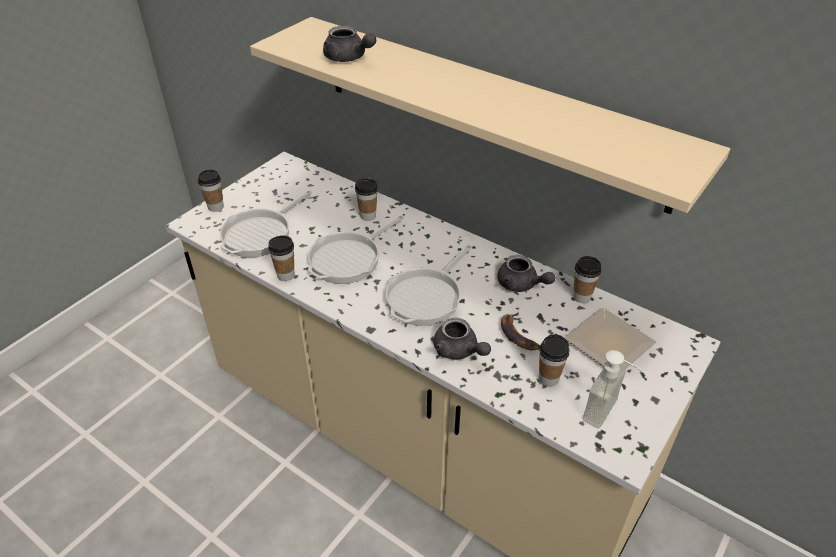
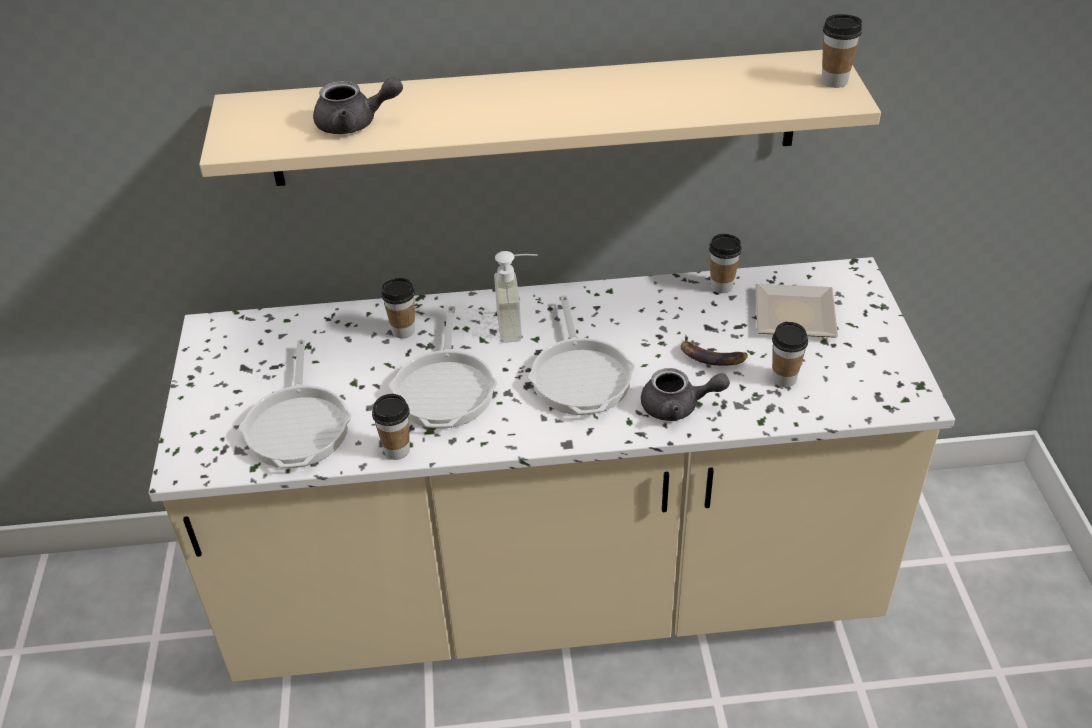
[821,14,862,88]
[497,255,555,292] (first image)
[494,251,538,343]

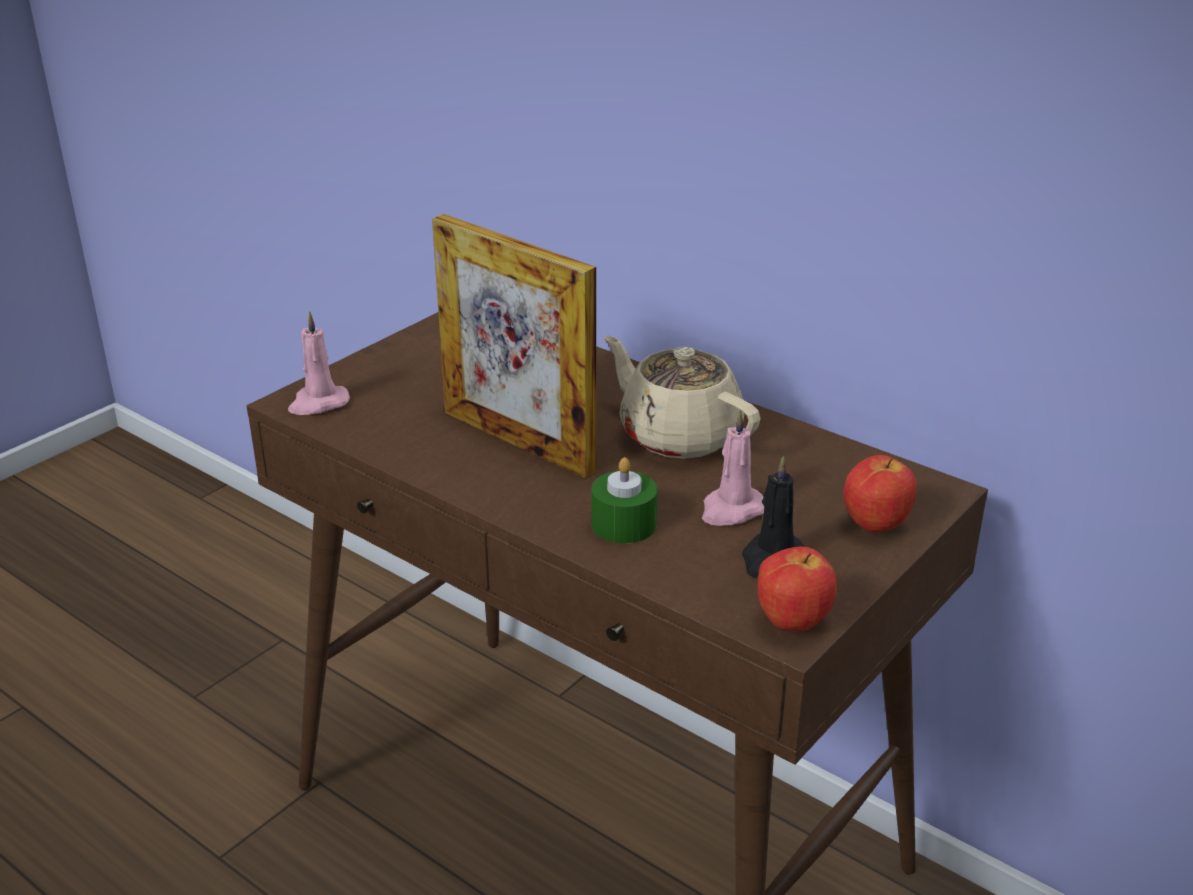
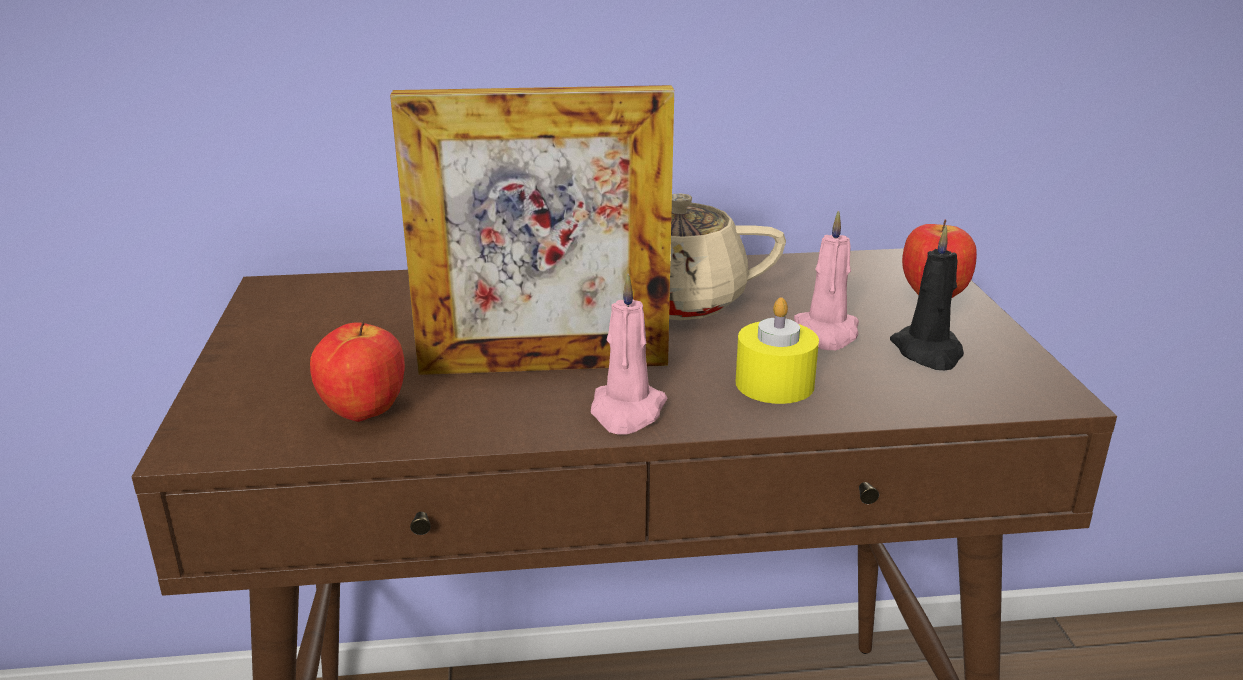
[591,274,668,435]
[735,297,819,404]
[310,321,405,422]

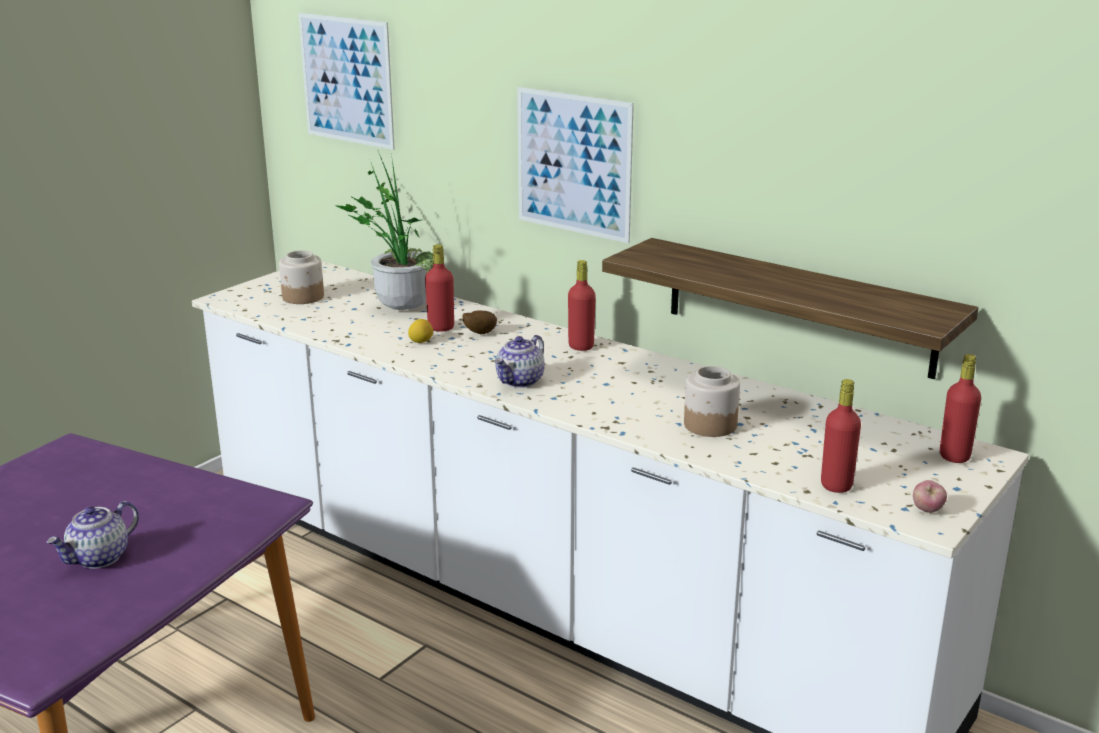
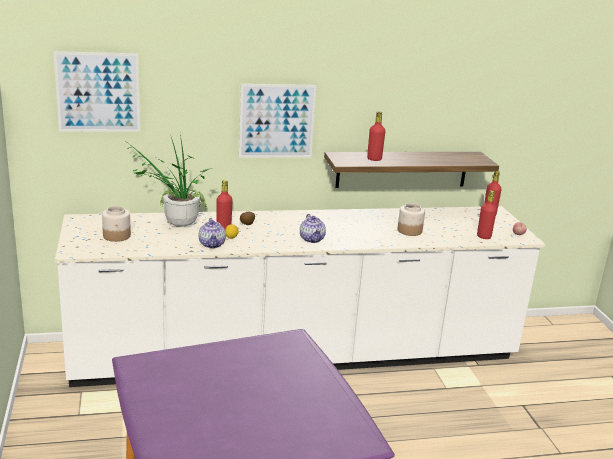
[198,218,226,248]
[367,111,385,161]

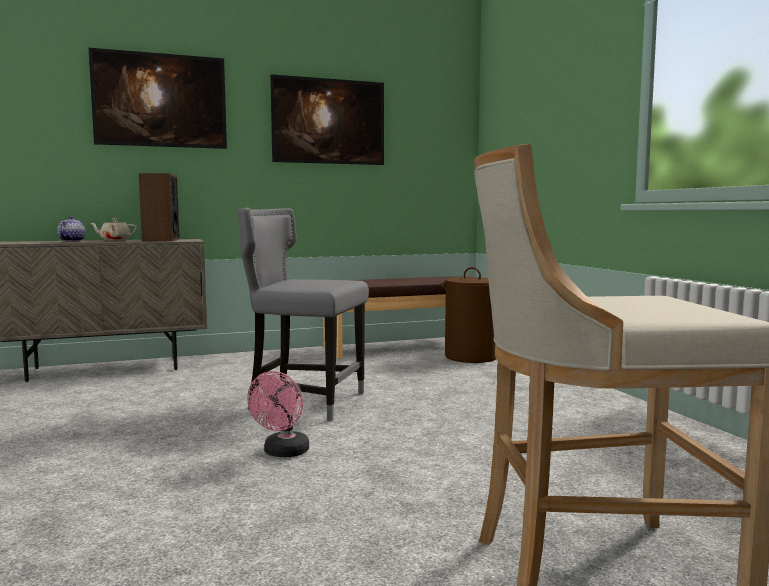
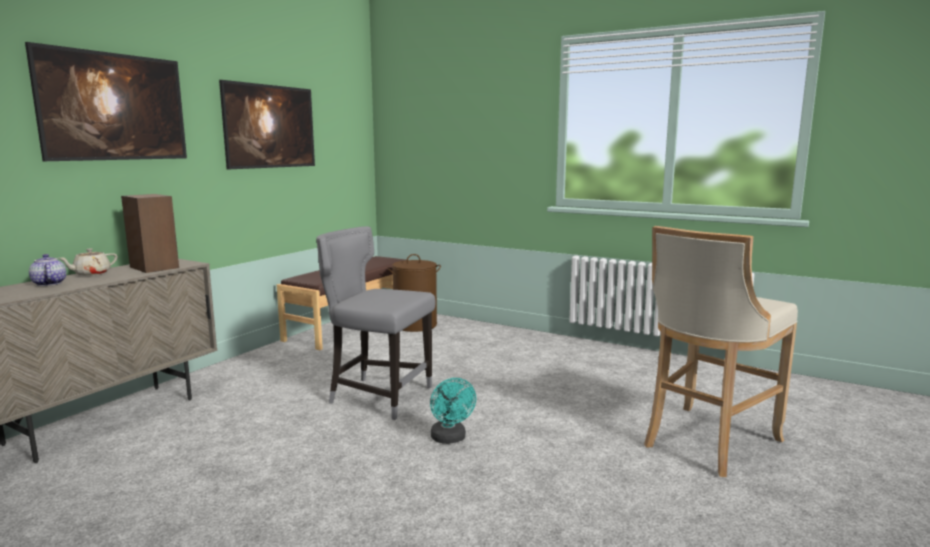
[316,226,436,420]
[430,378,476,444]

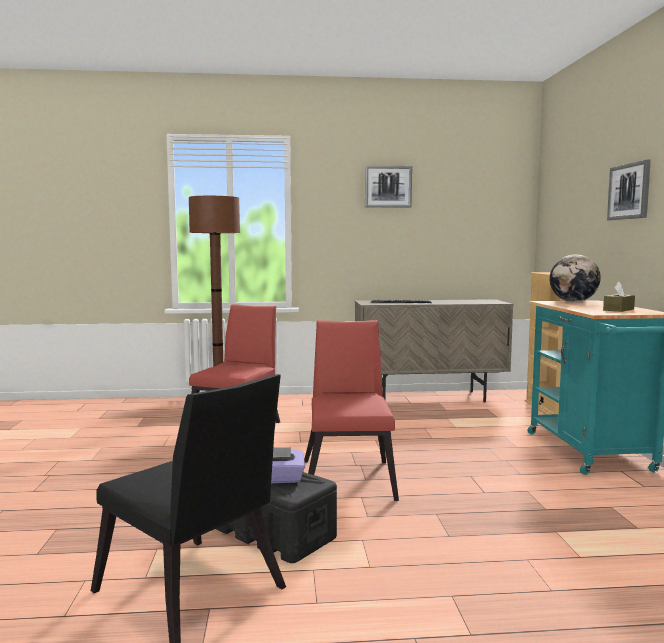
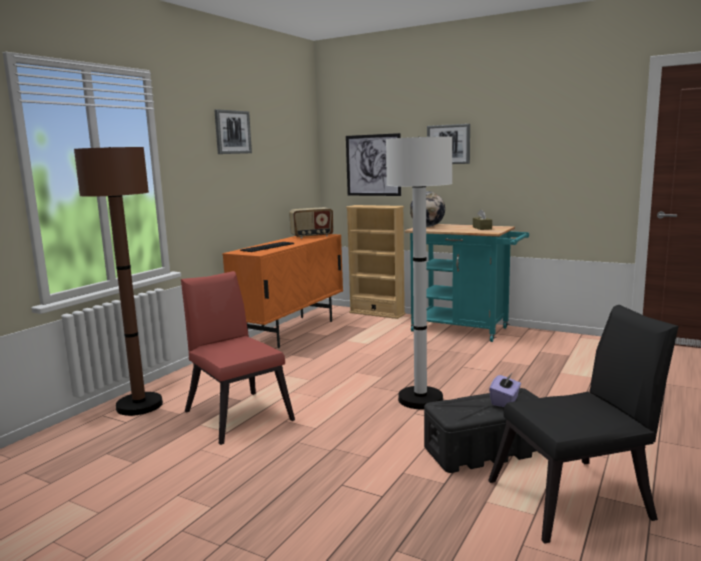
[386,136,452,409]
[222,234,343,348]
[289,207,333,238]
[346,133,401,196]

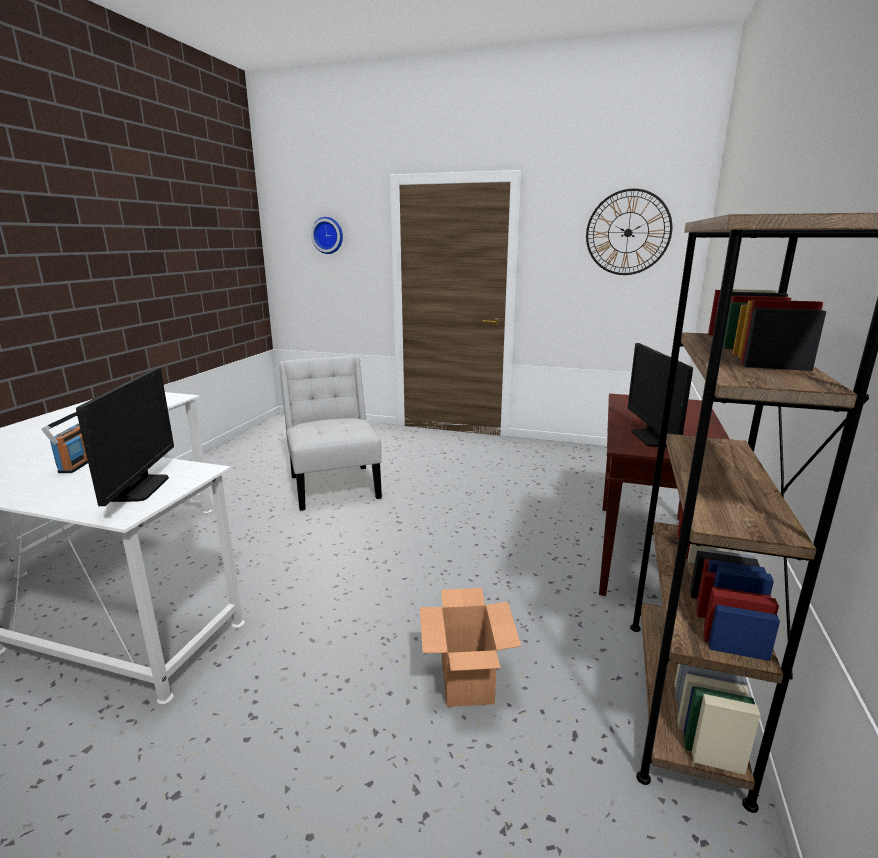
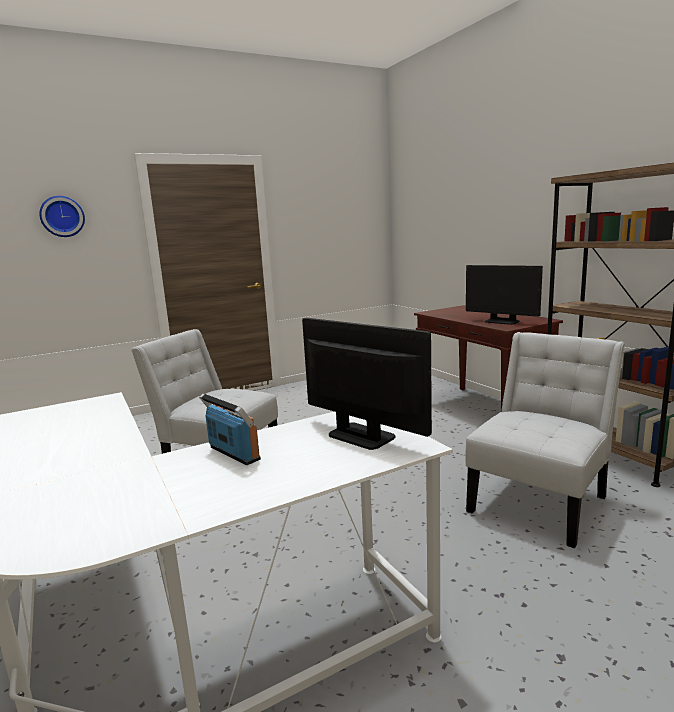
[465,332,624,549]
[586,188,672,275] (first image)

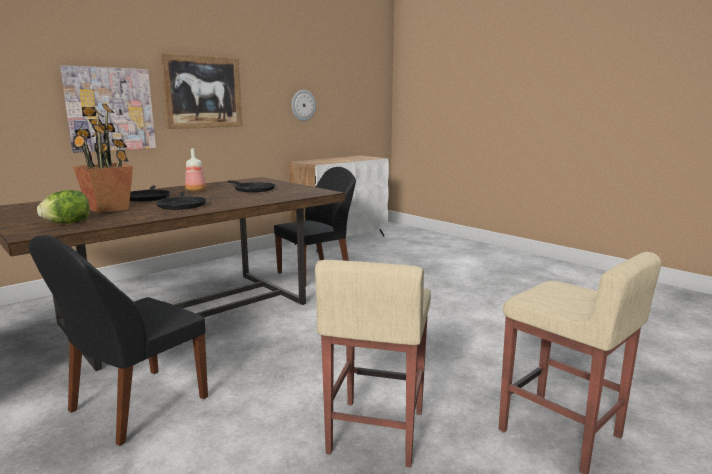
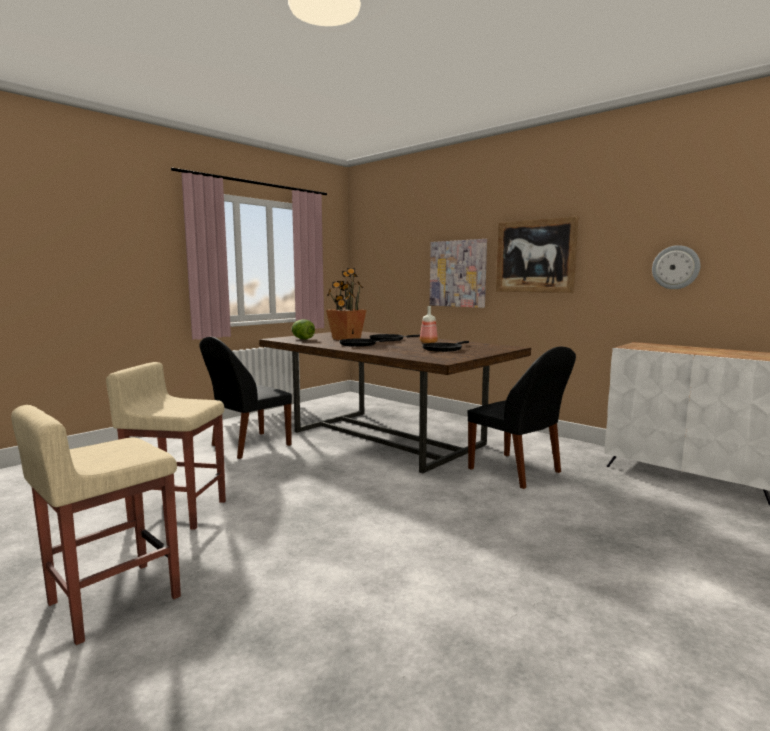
[199,337,292,459]

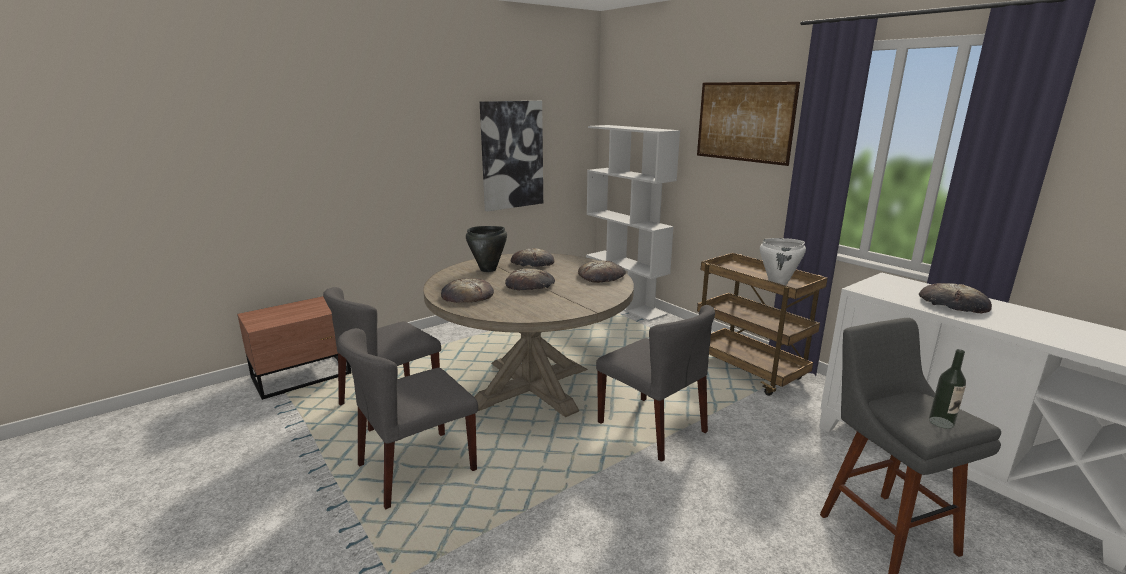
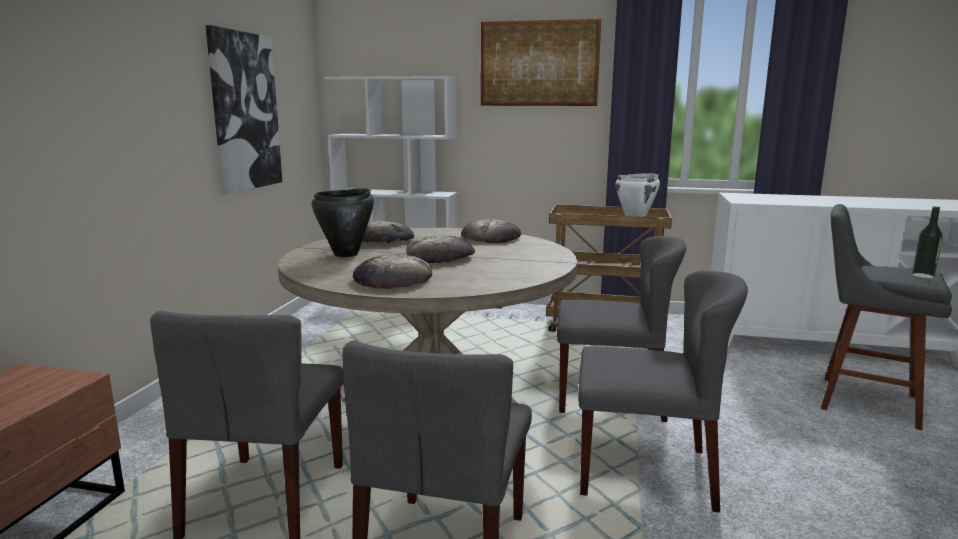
[919,283,992,314] (first image)
[578,270,748,513]

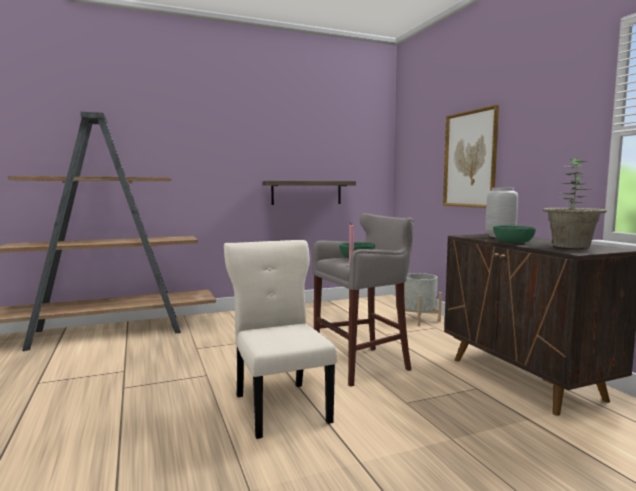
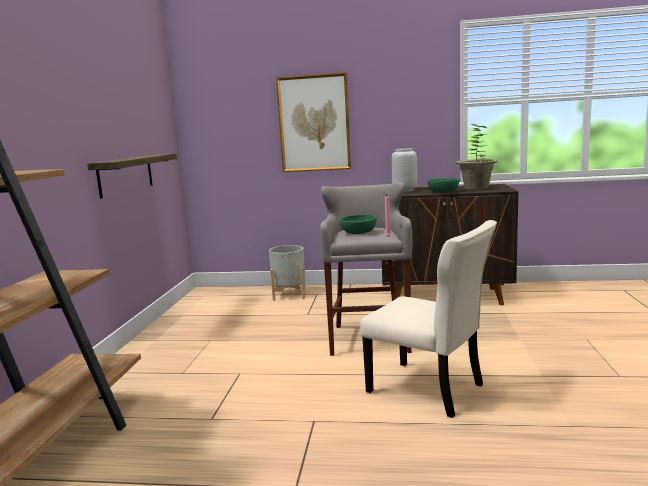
[360,220,497,418]

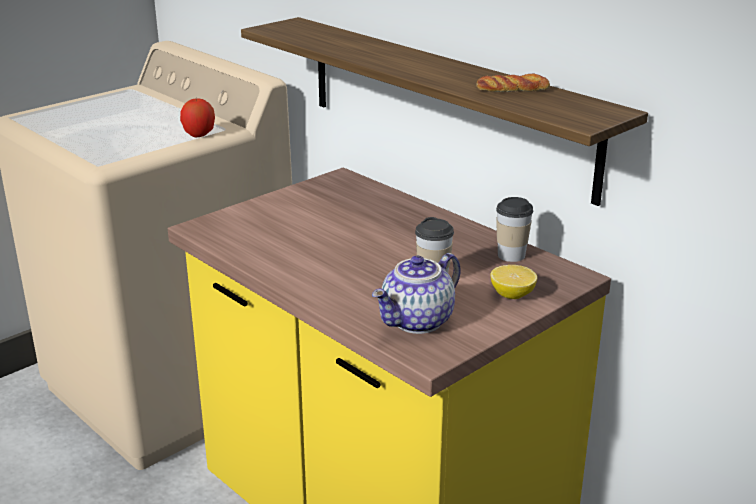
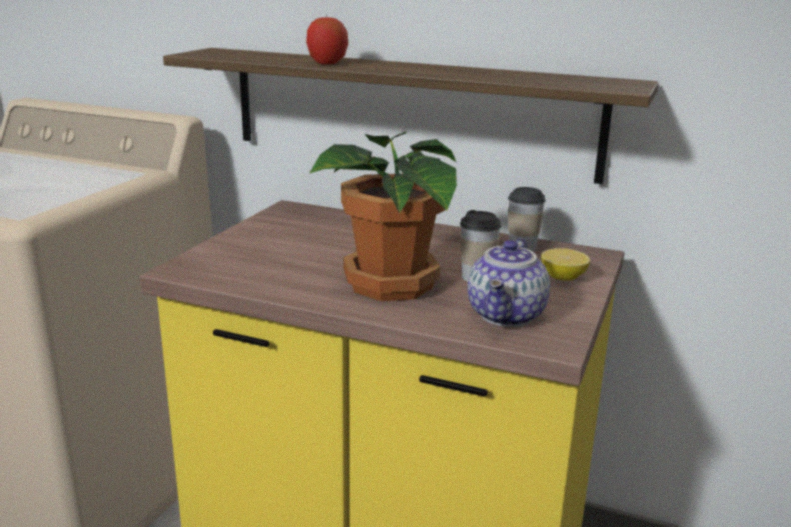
[306,17,348,64]
[476,74,550,92] (first image)
[310,132,457,301]

